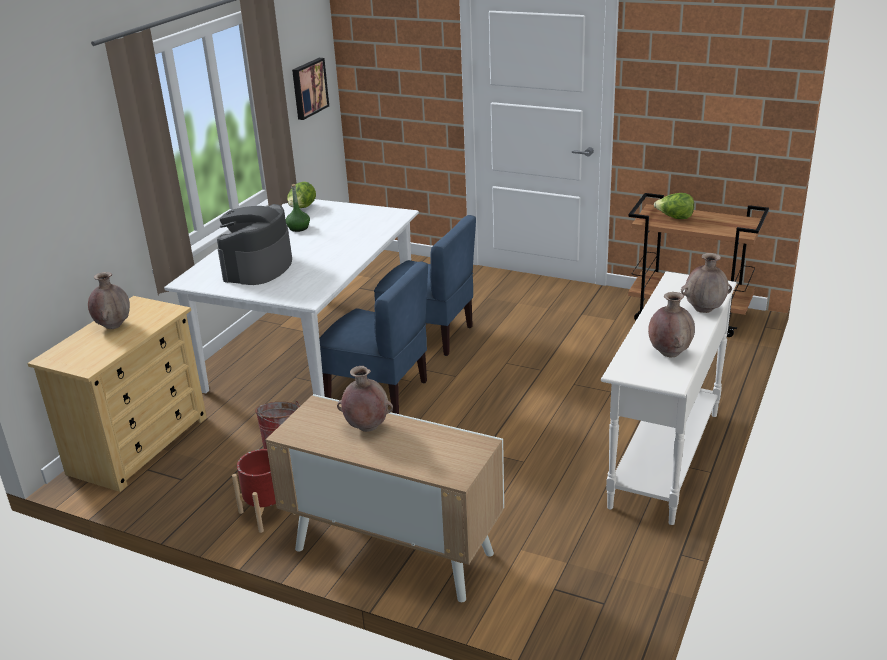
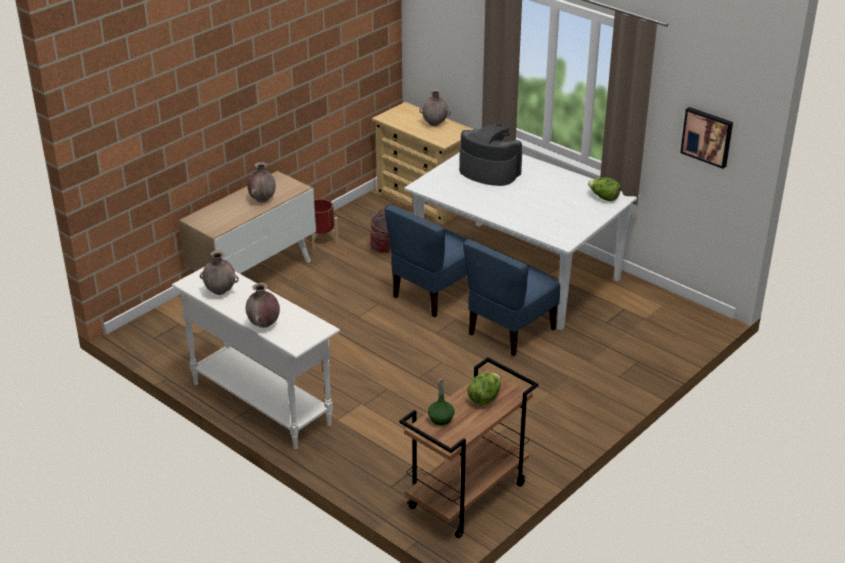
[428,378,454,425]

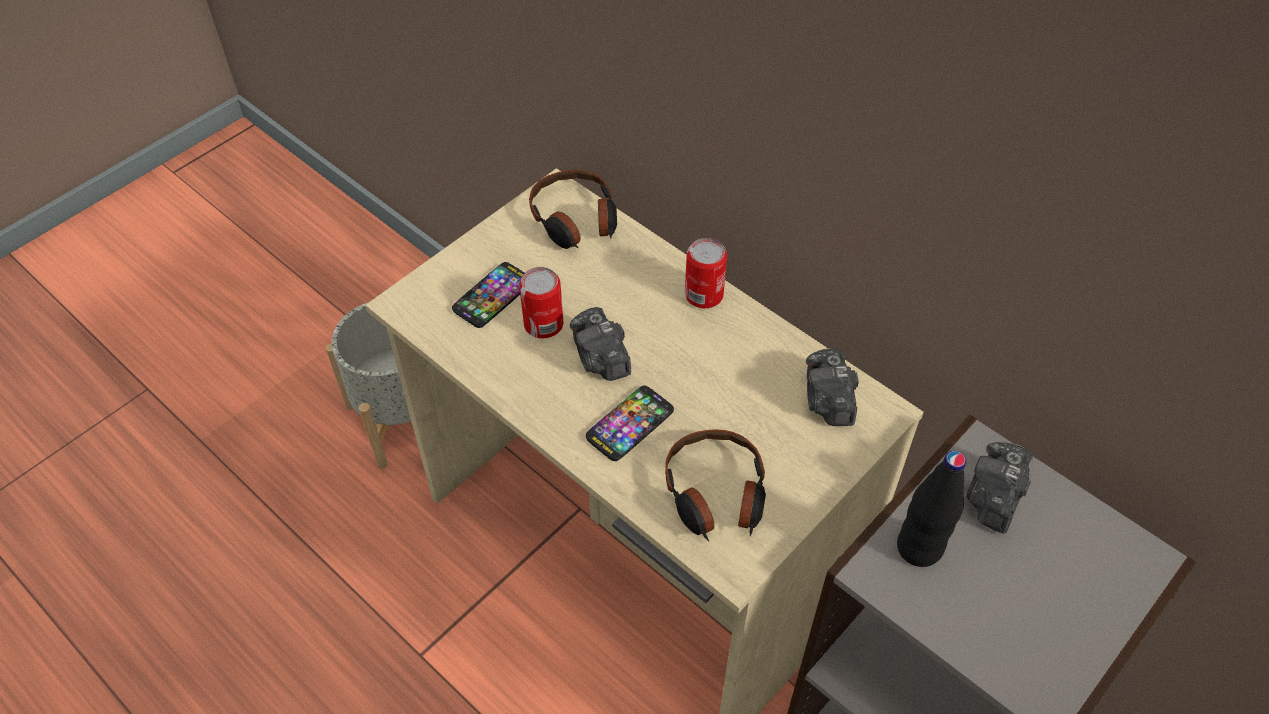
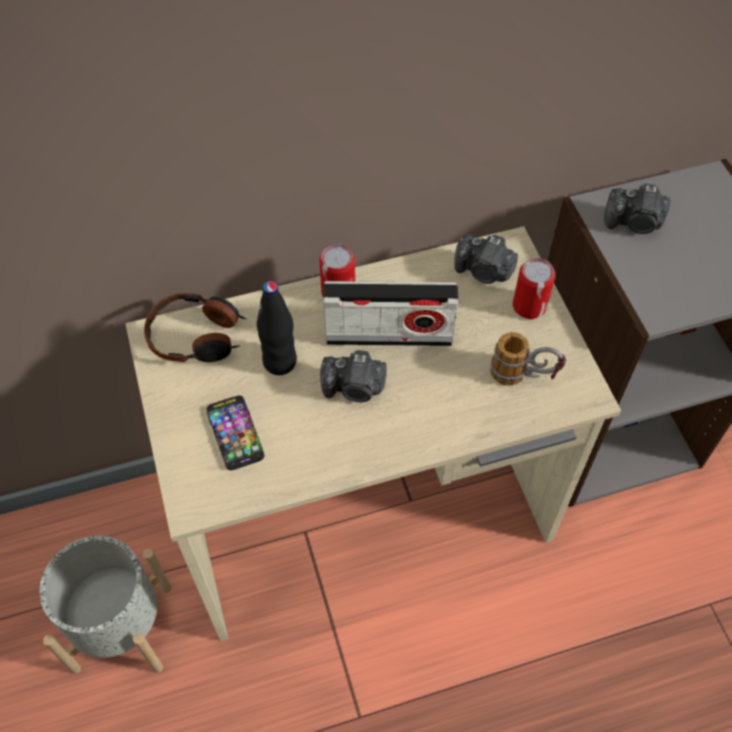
[513,258,556,319]
[586,385,674,461] (first image)
[490,332,566,386]
[257,281,297,375]
[604,184,670,234]
[323,281,458,346]

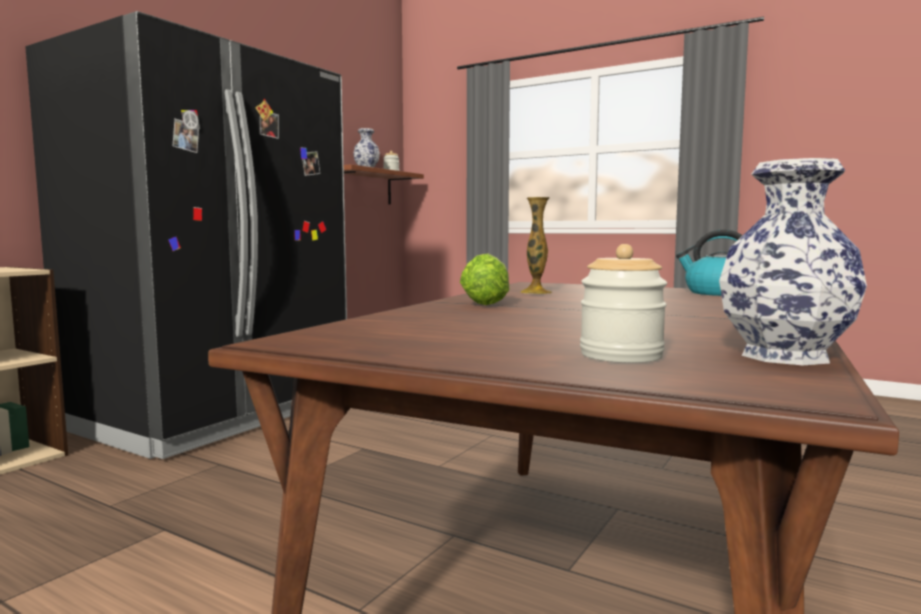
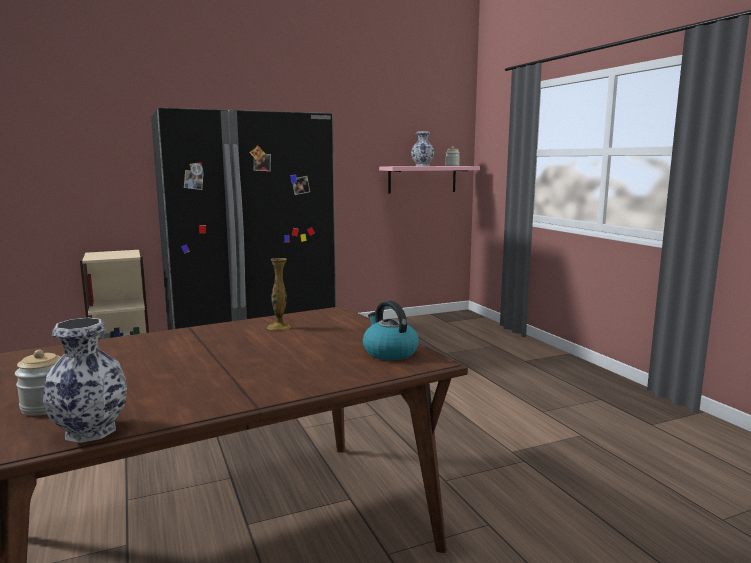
[379,166,480,194]
[460,253,509,305] (first image)

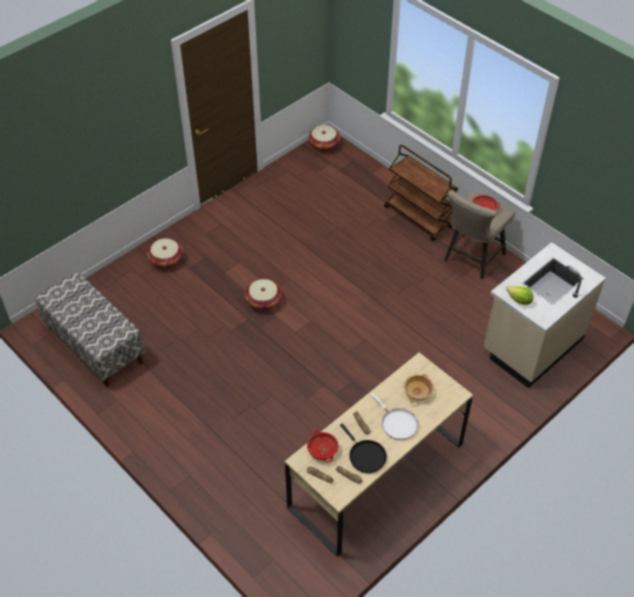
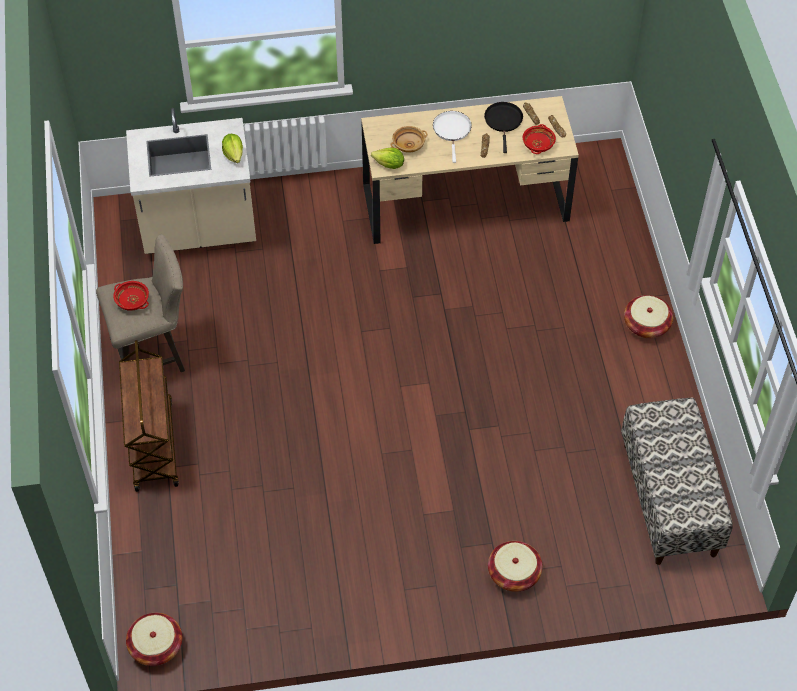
[624,295,673,338]
[371,147,404,169]

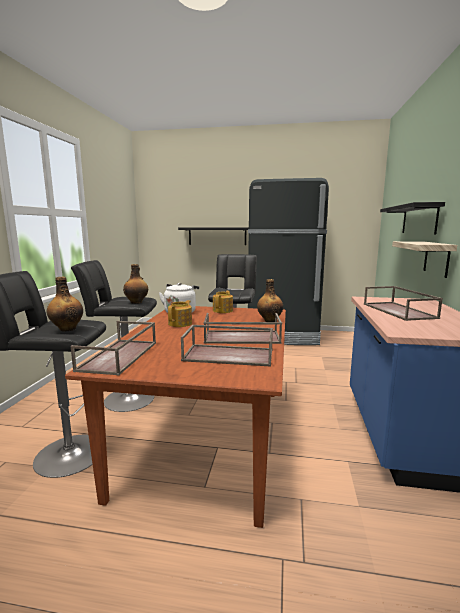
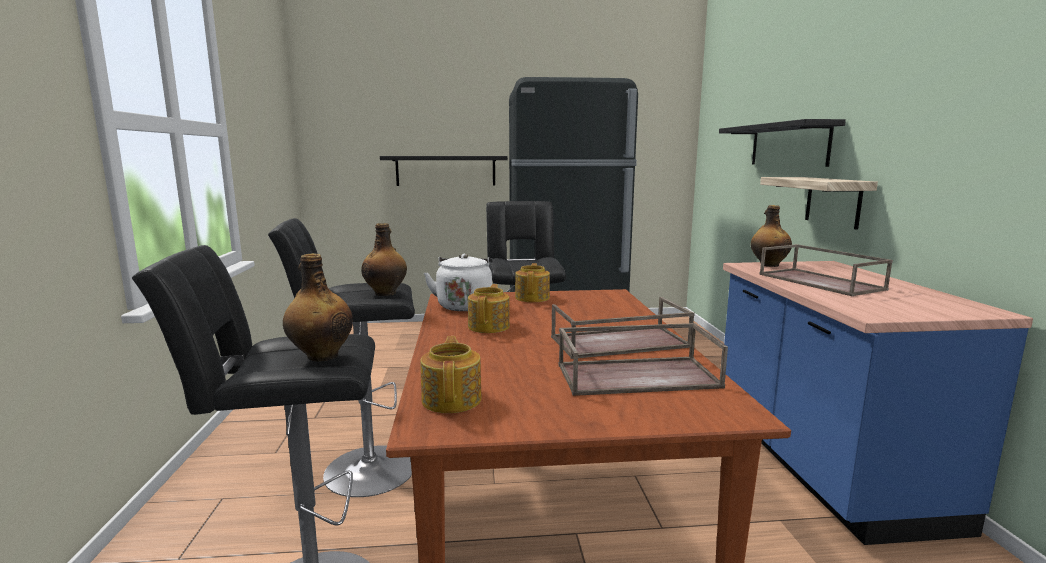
[420,336,482,413]
[751,205,792,267]

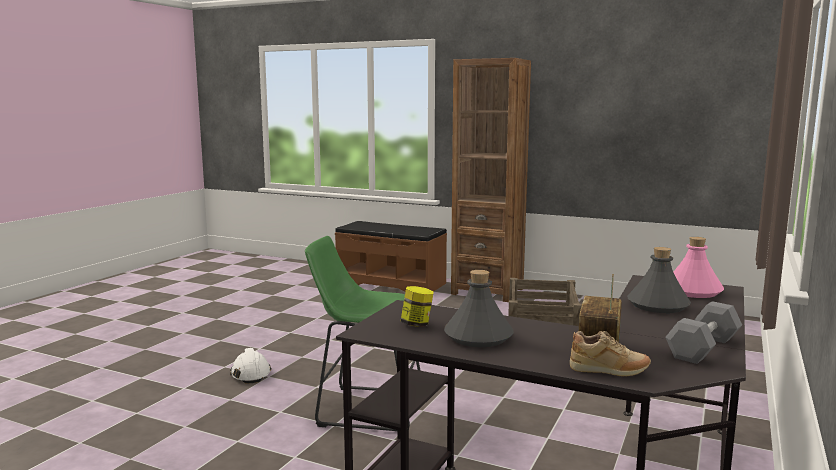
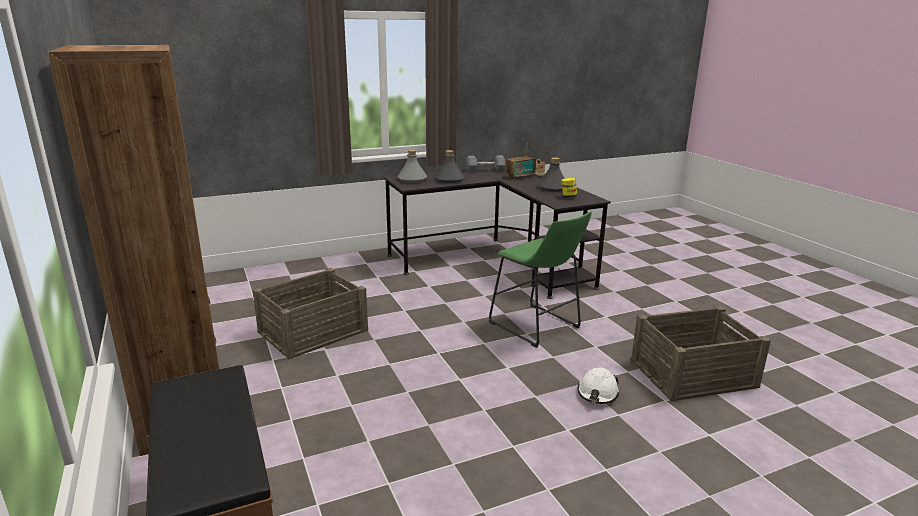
[397,150,427,183]
[631,306,771,401]

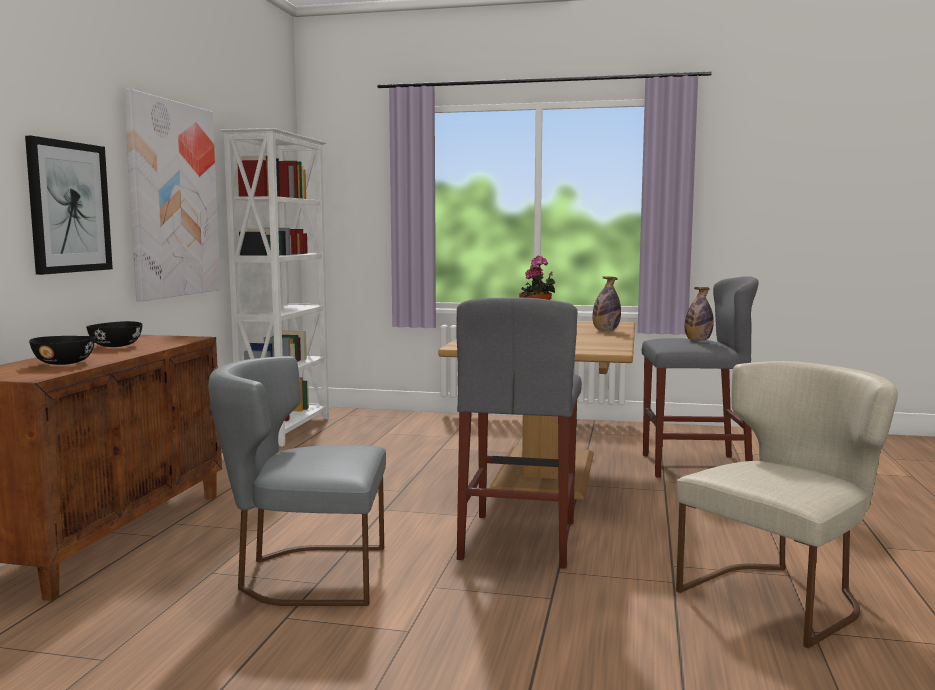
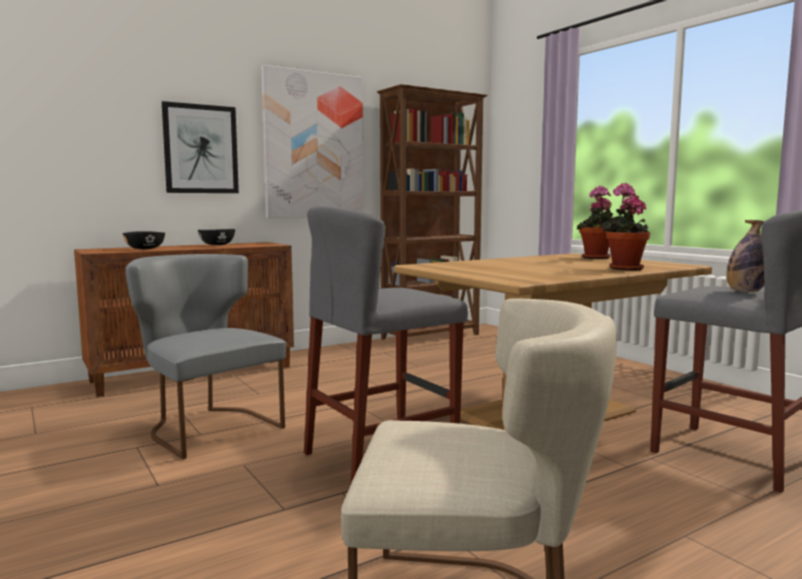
[377,84,488,339]
[600,183,650,271]

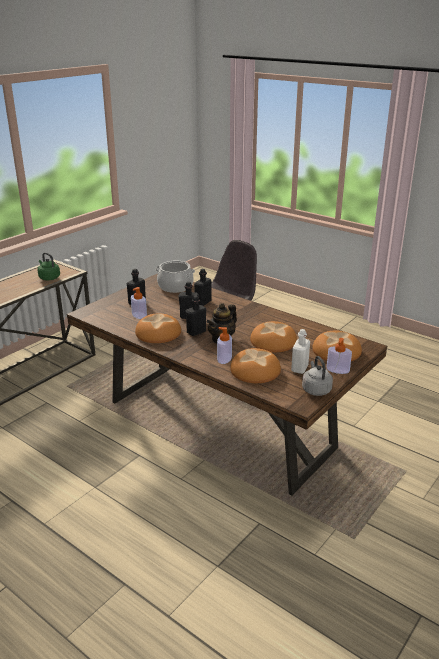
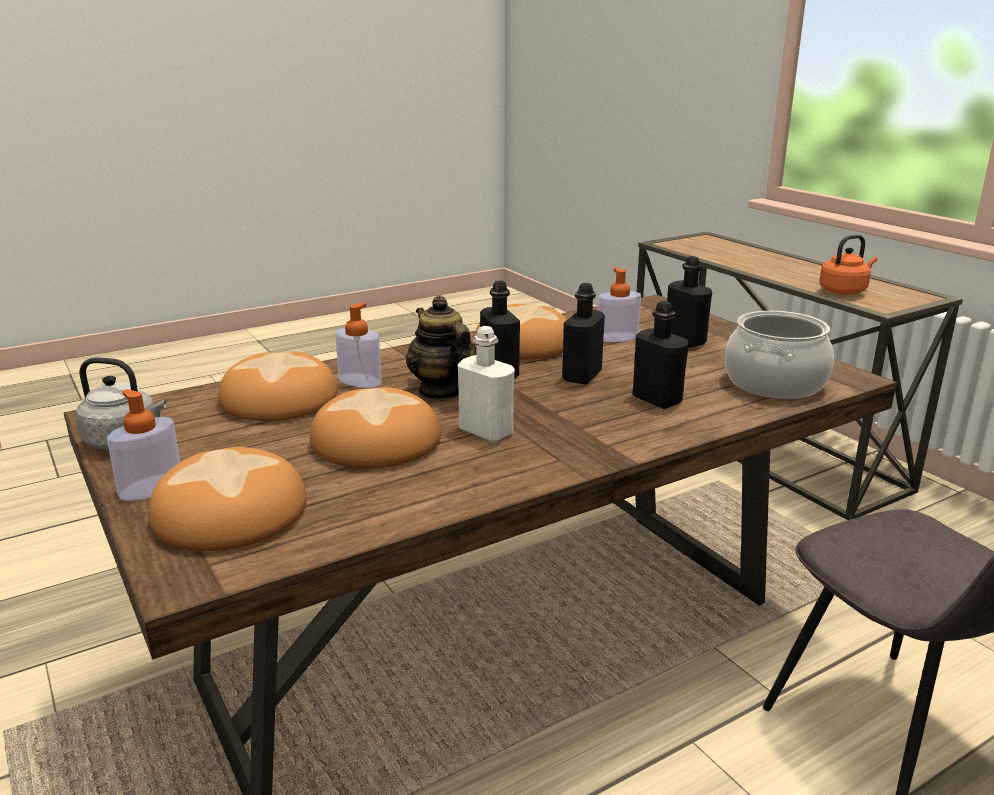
[819,235,877,295]
[458,326,515,442]

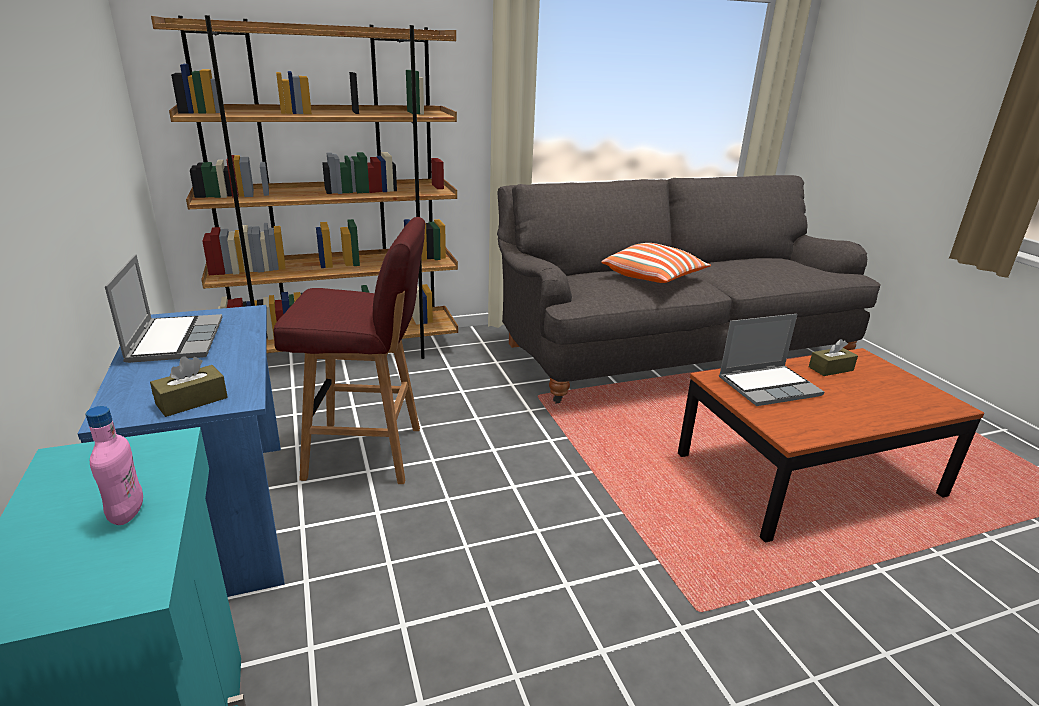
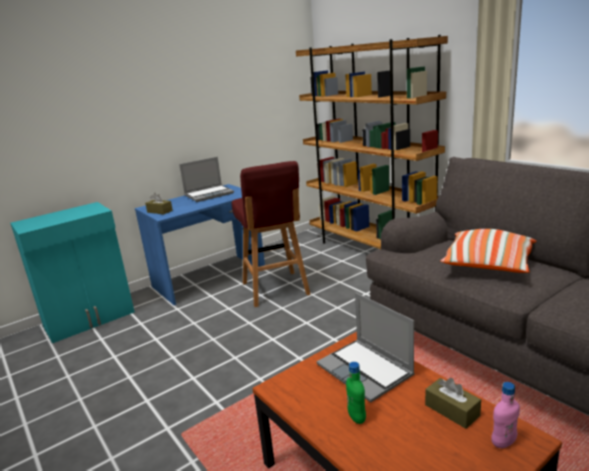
[491,382,520,448]
[346,362,366,424]

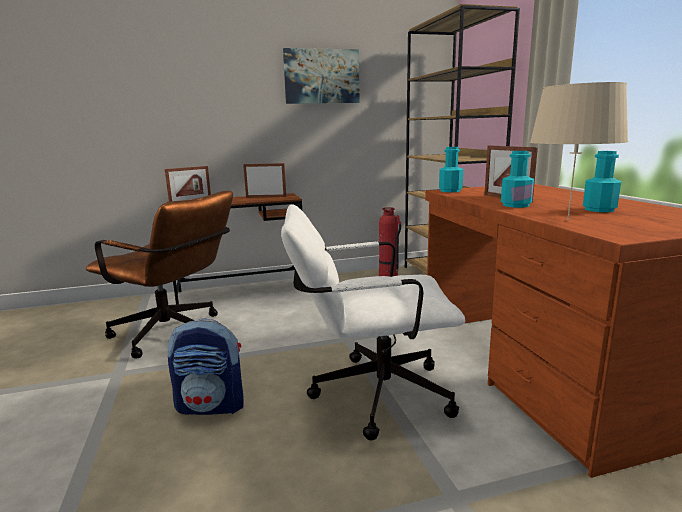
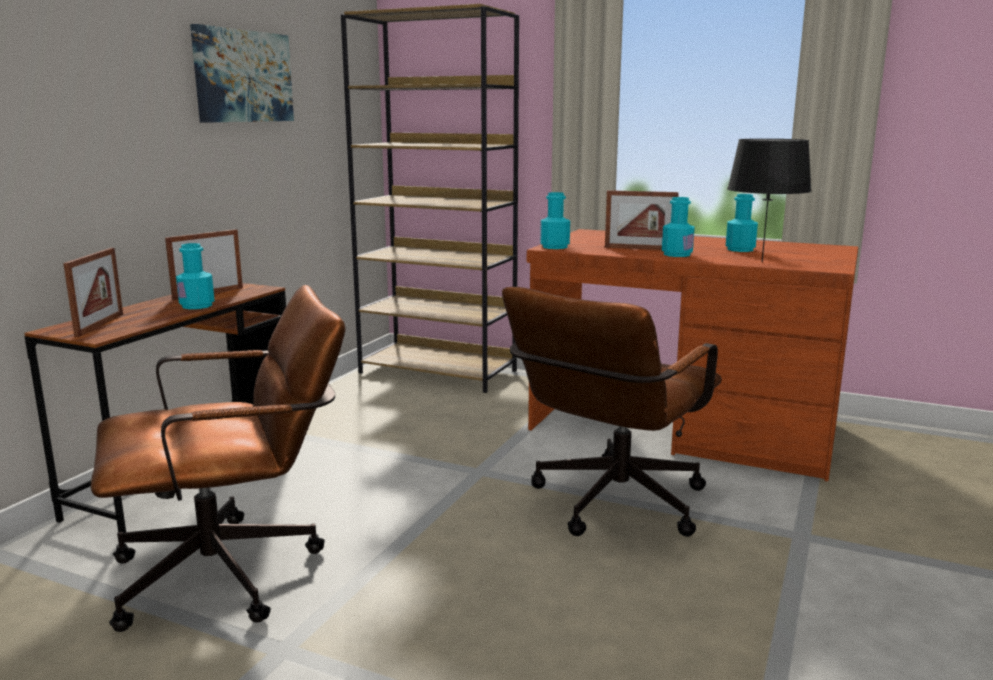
[168,318,244,415] (first image)
[502,287,722,537]
[379,207,401,277] (first image)
[727,139,812,262]
[176,243,215,309]

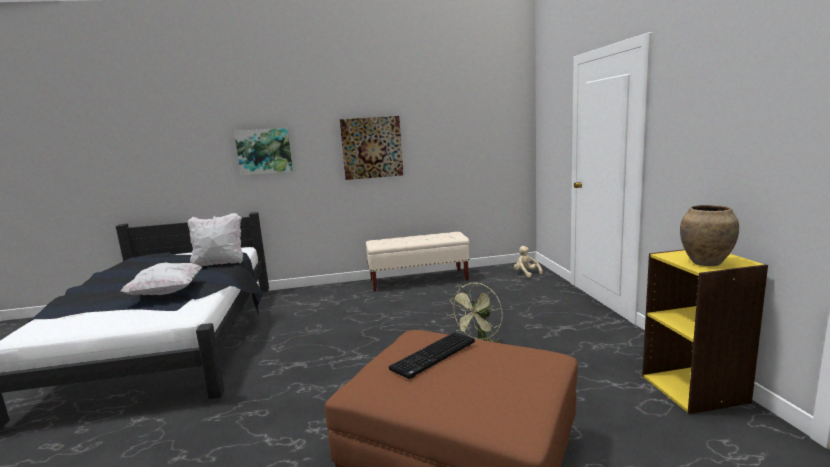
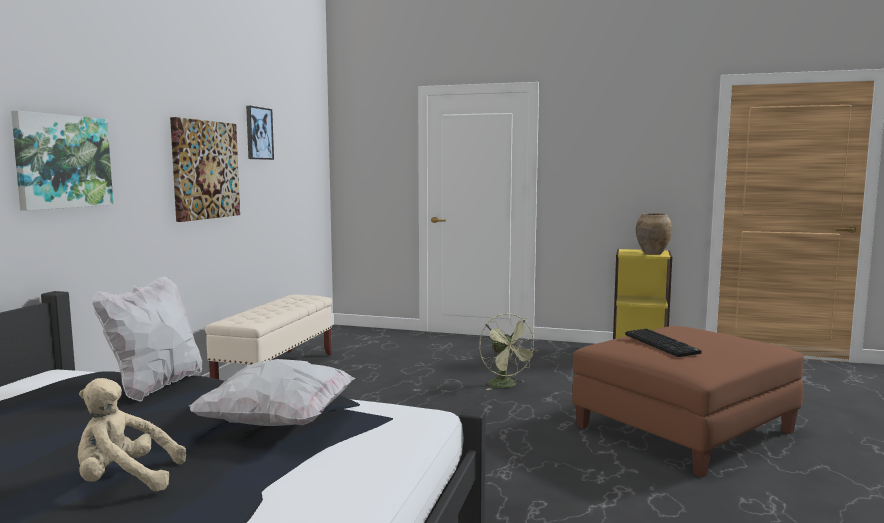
[78,378,186,491]
[246,106,274,160]

